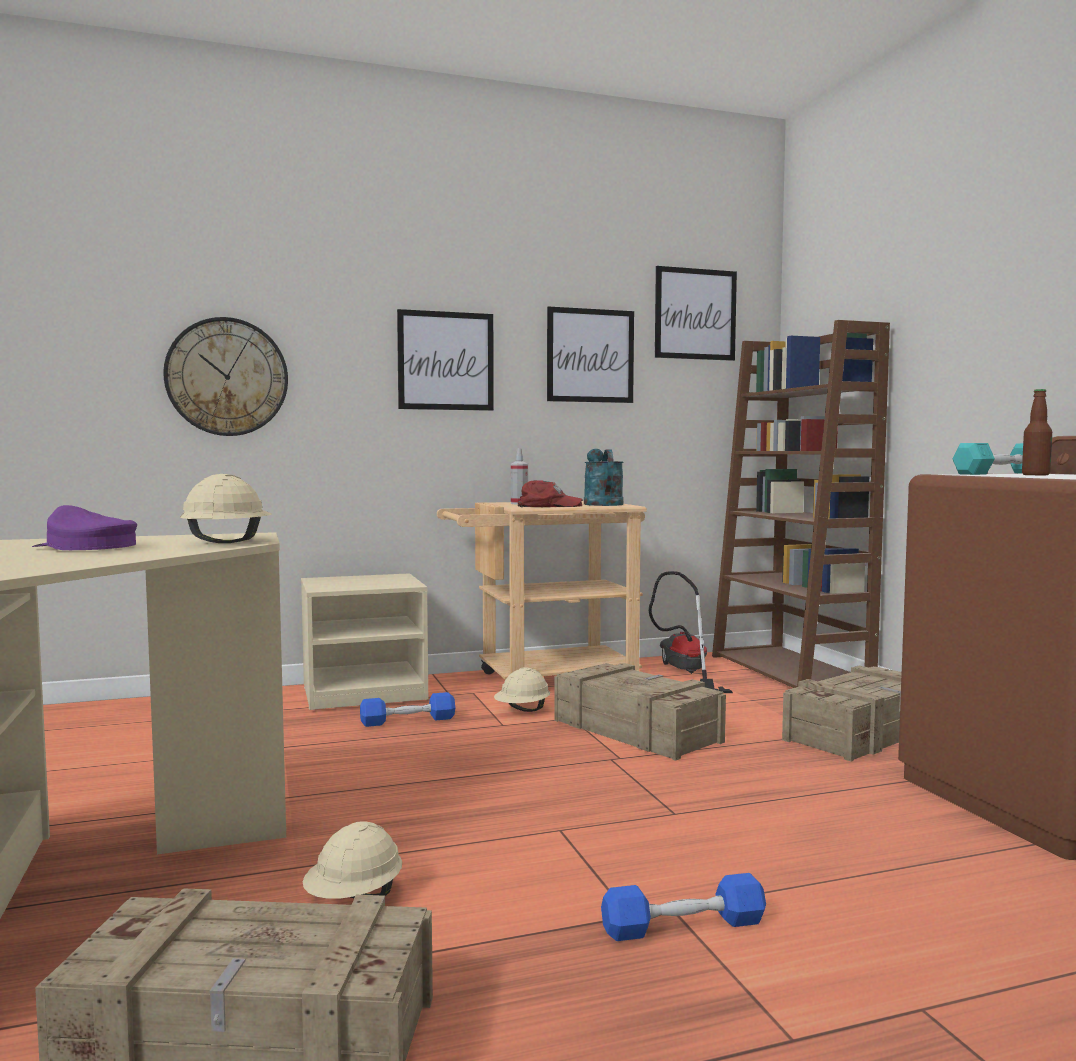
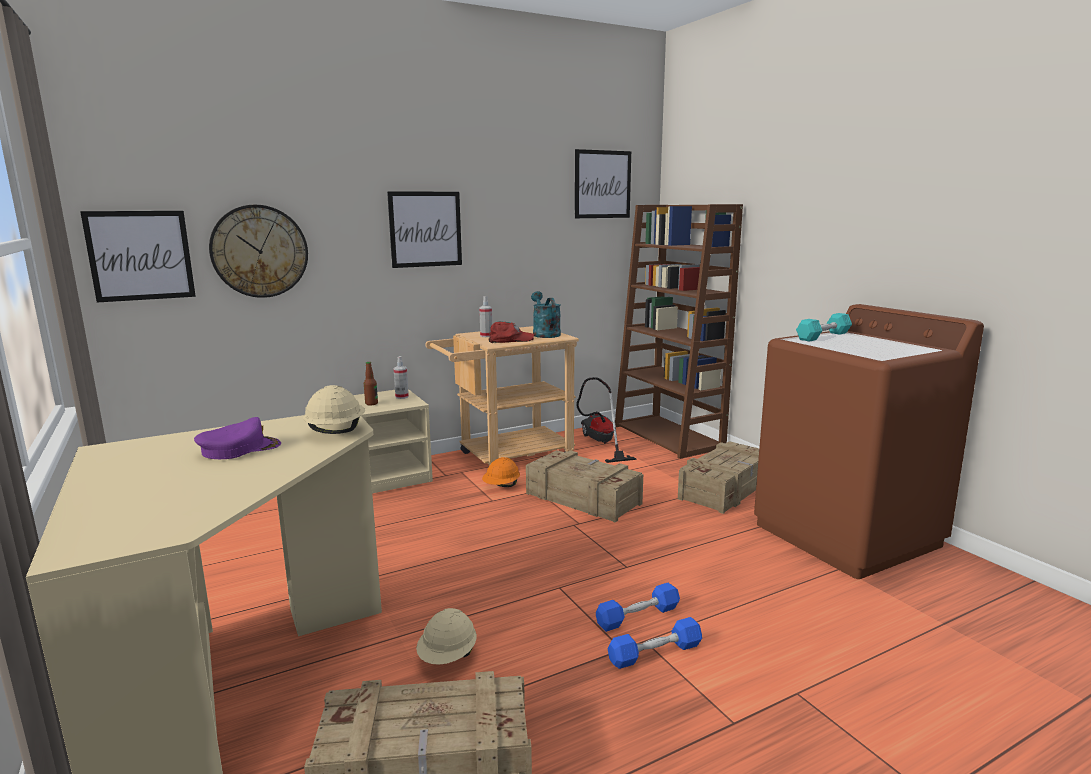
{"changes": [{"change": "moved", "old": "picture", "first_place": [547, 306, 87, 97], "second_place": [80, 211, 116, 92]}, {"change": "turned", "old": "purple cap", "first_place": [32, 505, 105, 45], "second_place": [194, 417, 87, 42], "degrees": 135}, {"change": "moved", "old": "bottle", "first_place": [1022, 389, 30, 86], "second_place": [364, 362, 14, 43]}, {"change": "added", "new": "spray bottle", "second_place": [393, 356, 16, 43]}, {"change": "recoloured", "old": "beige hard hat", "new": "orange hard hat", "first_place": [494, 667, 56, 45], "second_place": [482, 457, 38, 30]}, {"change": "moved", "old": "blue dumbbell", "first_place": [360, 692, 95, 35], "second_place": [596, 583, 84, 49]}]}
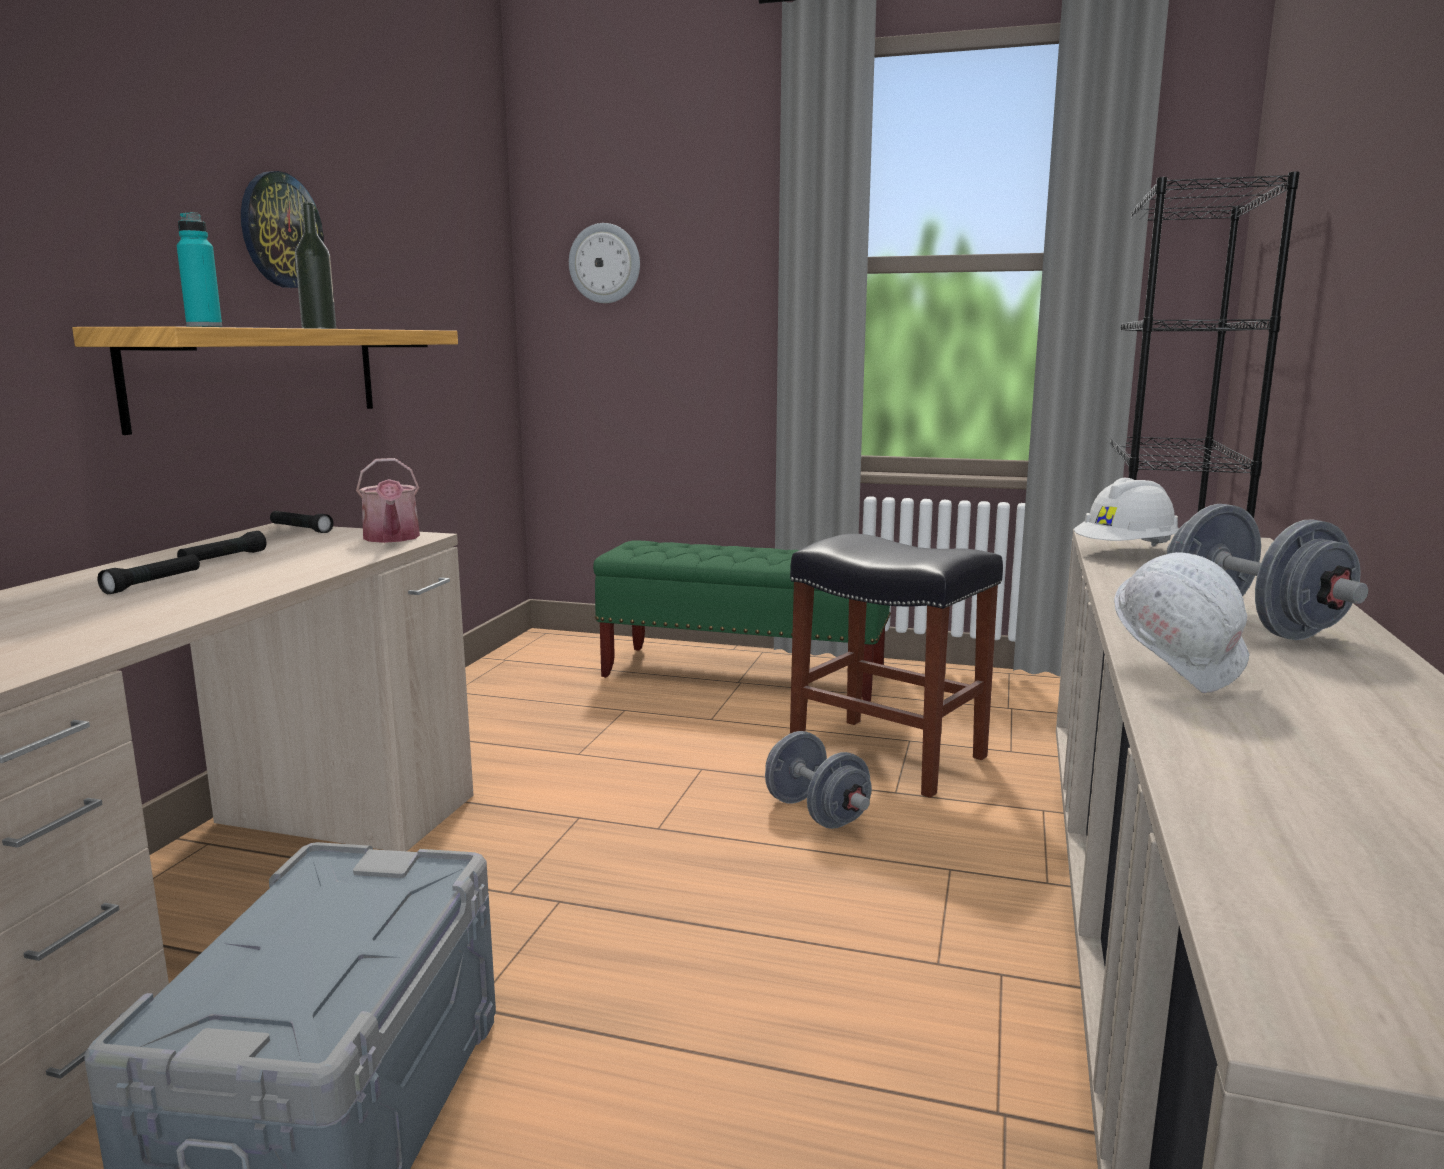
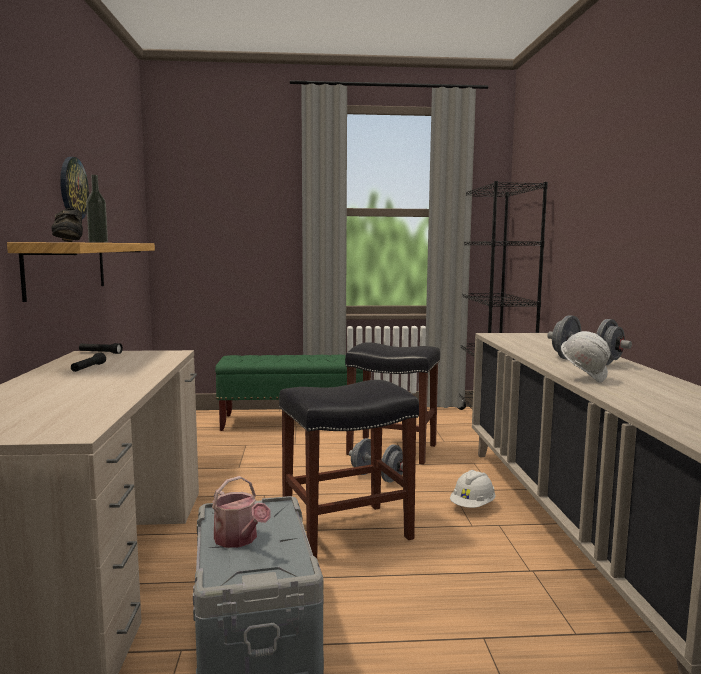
{"changes": [{"change": "replaced", "old": "turquoise bottle", "new": "black shoe", "first_place": [177, 212, 45, 115], "second_place": [51, 208, 32, 34]}, {"change": "moved", "old": "watering can", "first_place": [356, 458, 64, 85], "second_place": [212, 476, 58, 72]}, {"change": "added", "new": "black stool", "second_place": [279, 380, 140, 178]}, {"change": "moved", "old": "white hard hat", "first_place": [1074, 478, 105, 69], "second_place": [450, 470, 46, 38]}, {"change": "removed", "old": "black flashlight", "first_place": [98, 554, 102, 40]}, {"change": "removed", "old": "wall clock", "first_place": [569, 223, 71, 80]}]}
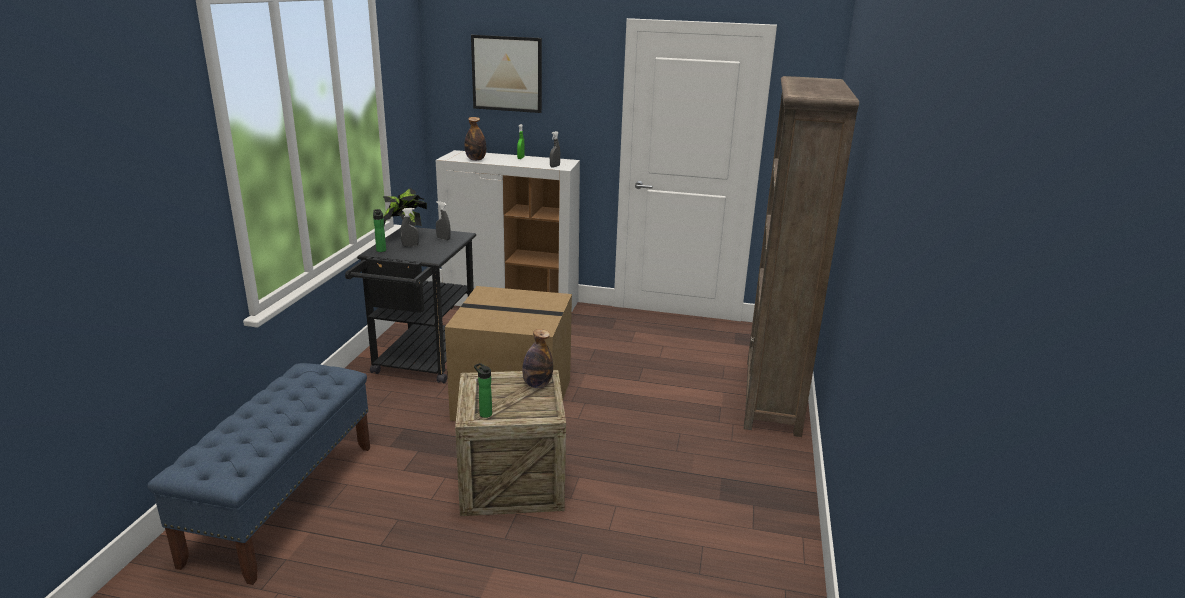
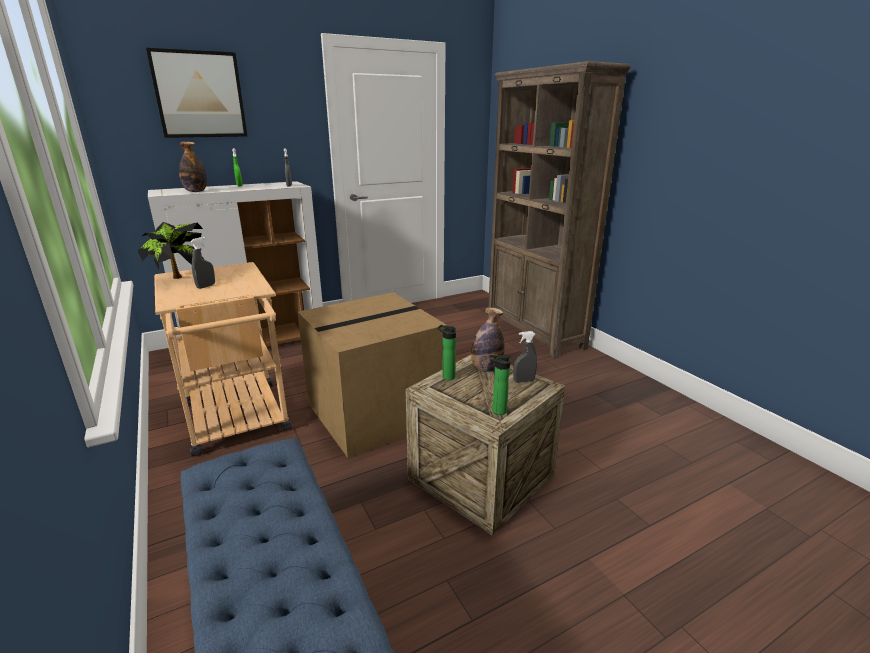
{"changes": [{"change": "recoloured", "old": "black cart", "new": "beige cart", "first_place": [345, 227, 131, 156], "second_place": [154, 262, 138, 194]}, {"change": "moved", "old": "bottle", "first_place": [373, 209, 13, 43], "second_place": [437, 325, 19, 55]}, {"change": "moved", "old": "grey spray bottle", "first_place": [436, 201, 15, 39], "second_place": [513, 331, 24, 52]}]}
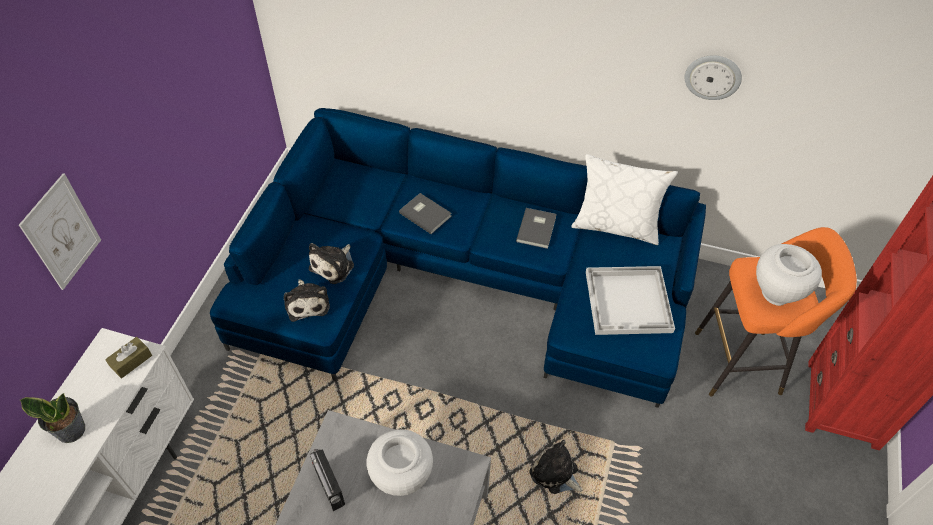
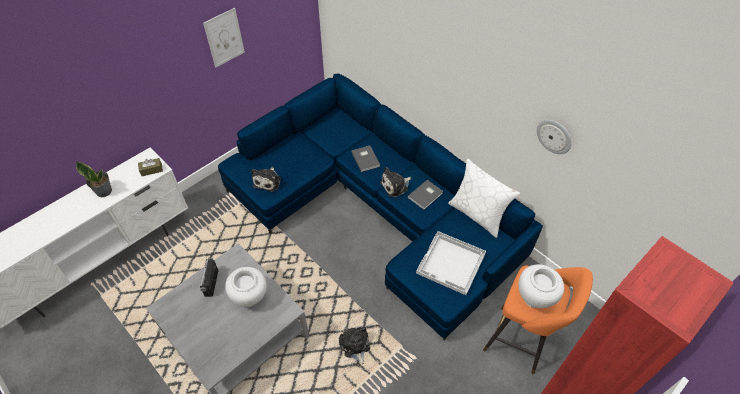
{"changes": [{"change": "moved", "old": "picture", "first_place": [19, 173, 82, 117], "second_place": [203, 8, 42, 59]}, {"change": "moved", "old": "plush toy", "first_place": [309, 243, 45, 41], "second_place": [380, 167, 31, 30]}]}
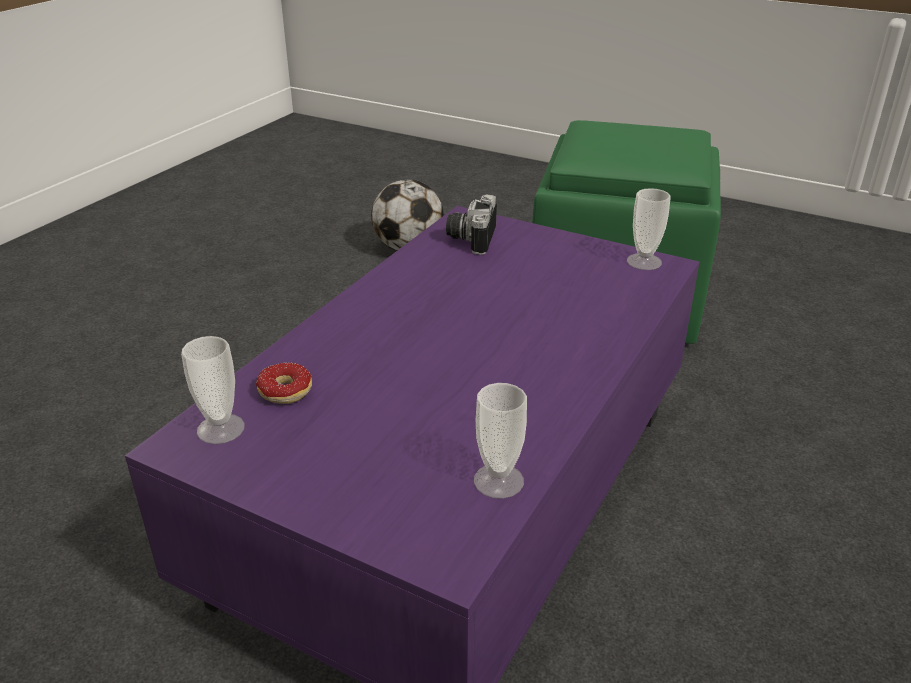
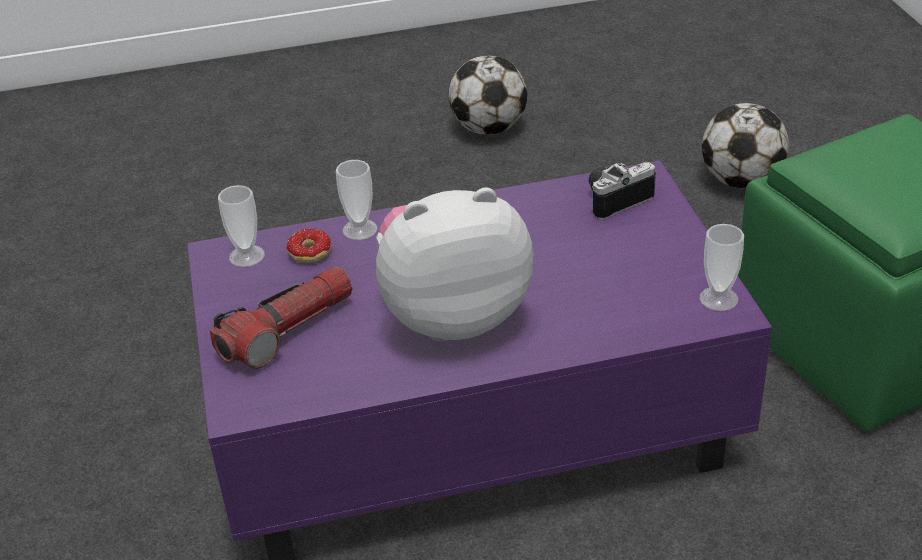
{"changes": [{"change": "added", "new": "flashlight", "second_place": [210, 266, 142, 103]}, {"change": "moved", "old": "cup", "first_place": [474, 383, 53, 116], "second_place": [336, 160, 42, 80]}, {"change": "added", "new": "plush toy", "second_place": [376, 187, 157, 154]}, {"change": "added", "new": "football", "second_place": [448, 56, 80, 79]}]}
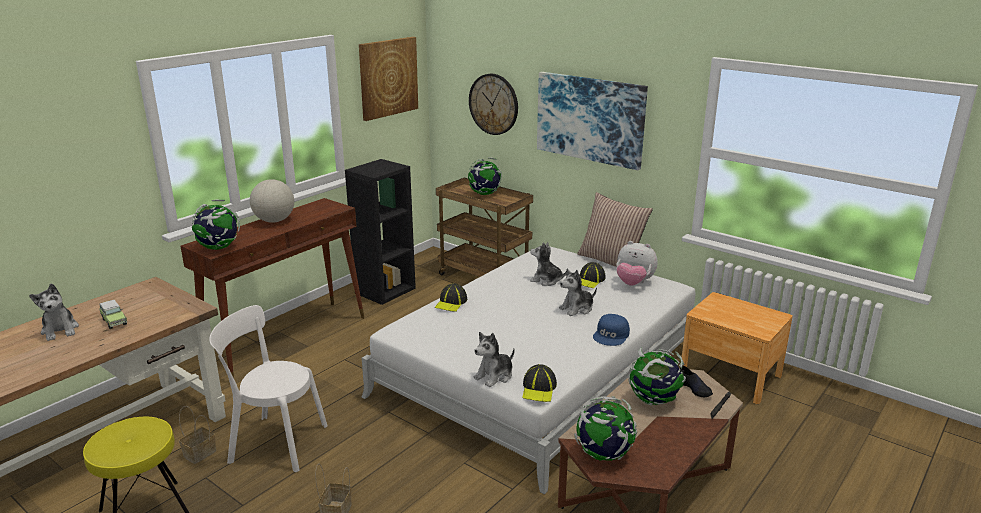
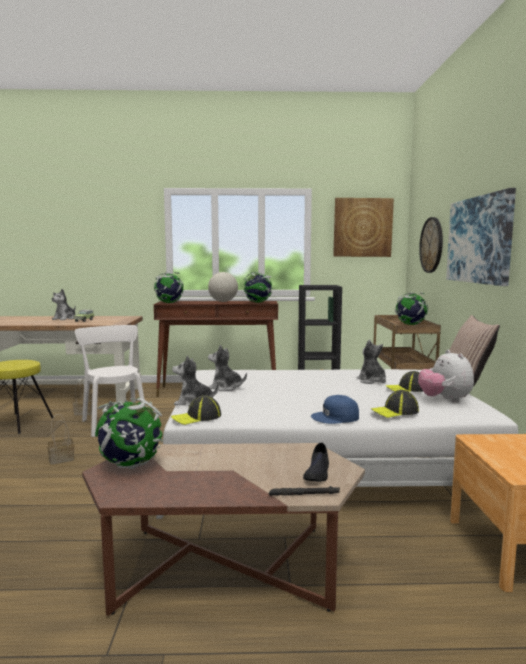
{"changes": [{"change": "moved", "old": "plush toy", "first_place": [559, 269, 38, 47], "second_place": [208, 345, 39, 46]}, {"change": "moved", "old": "globe", "first_place": [629, 348, 57, 57], "second_place": [244, 272, 29, 31]}, {"change": "moved", "old": "cap", "first_place": [435, 283, 32, 29], "second_place": [371, 390, 48, 28]}]}
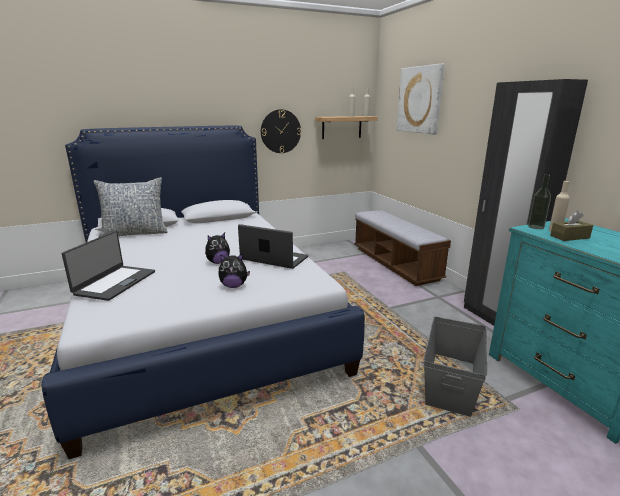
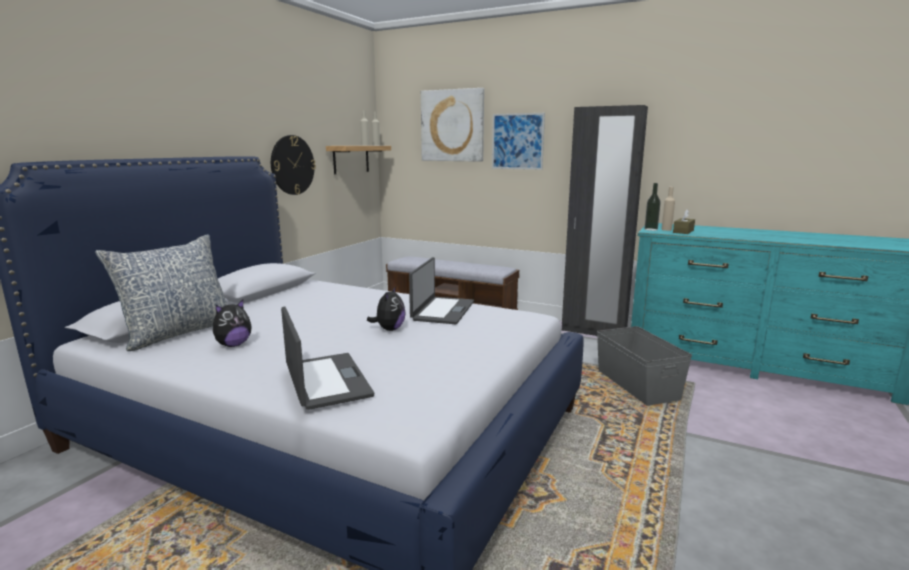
{"changes": [{"change": "moved", "old": "plush toy", "first_place": [218, 254, 32, 34], "second_place": [213, 299, 39, 48]}, {"change": "turned", "old": "laptop", "first_place": [238, 224, 70, 45], "second_place": [409, 257, 65, 67], "degrees": 120}, {"change": "added", "new": "picture", "second_place": [492, 113, 53, 57]}]}
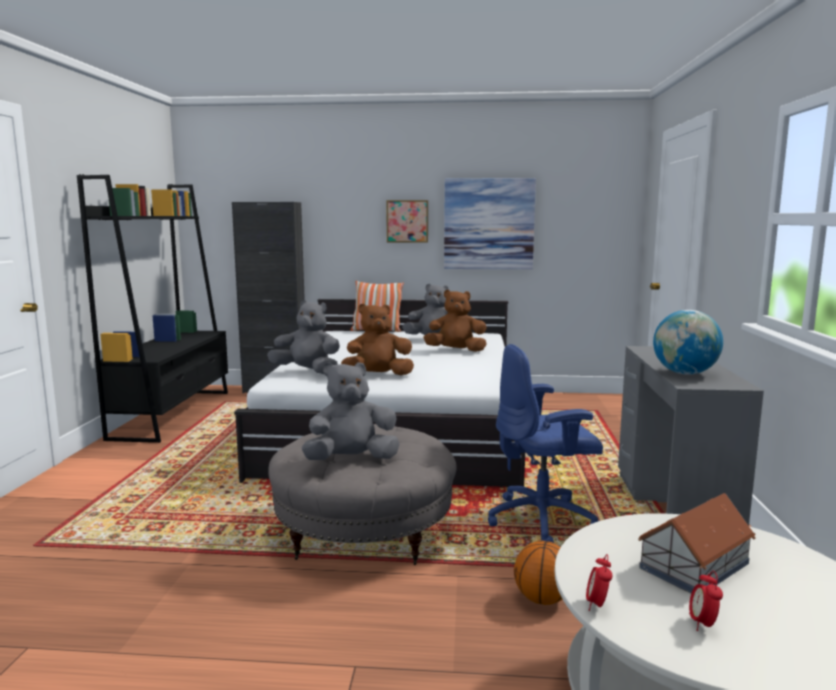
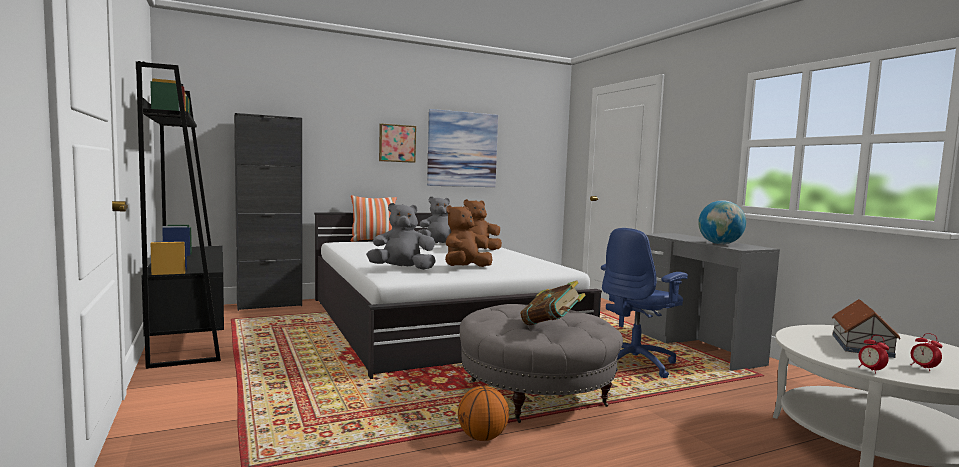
{"changes": [{"change": "moved", "old": "basketball", "first_place": [514, 541, 48, 64], "second_place": [458, 386, 51, 55]}, {"change": "replaced", "old": "grey plush toy", "new": "book", "first_place": [301, 362, 99, 98], "second_place": [520, 281, 66, 44]}]}
